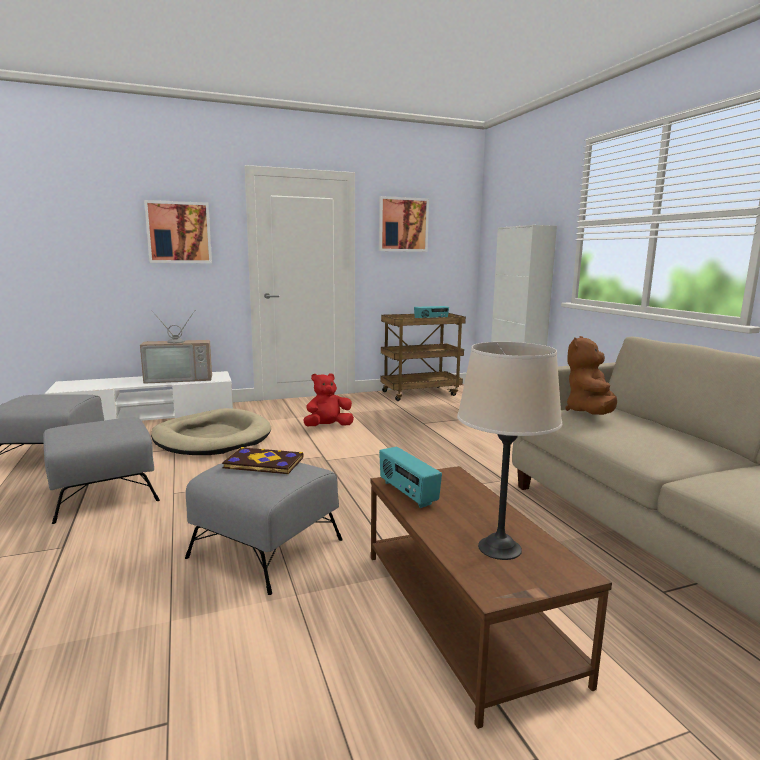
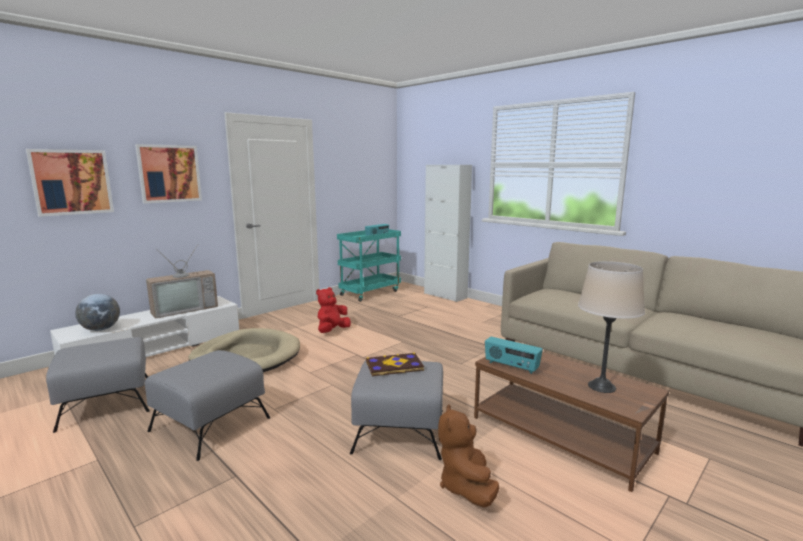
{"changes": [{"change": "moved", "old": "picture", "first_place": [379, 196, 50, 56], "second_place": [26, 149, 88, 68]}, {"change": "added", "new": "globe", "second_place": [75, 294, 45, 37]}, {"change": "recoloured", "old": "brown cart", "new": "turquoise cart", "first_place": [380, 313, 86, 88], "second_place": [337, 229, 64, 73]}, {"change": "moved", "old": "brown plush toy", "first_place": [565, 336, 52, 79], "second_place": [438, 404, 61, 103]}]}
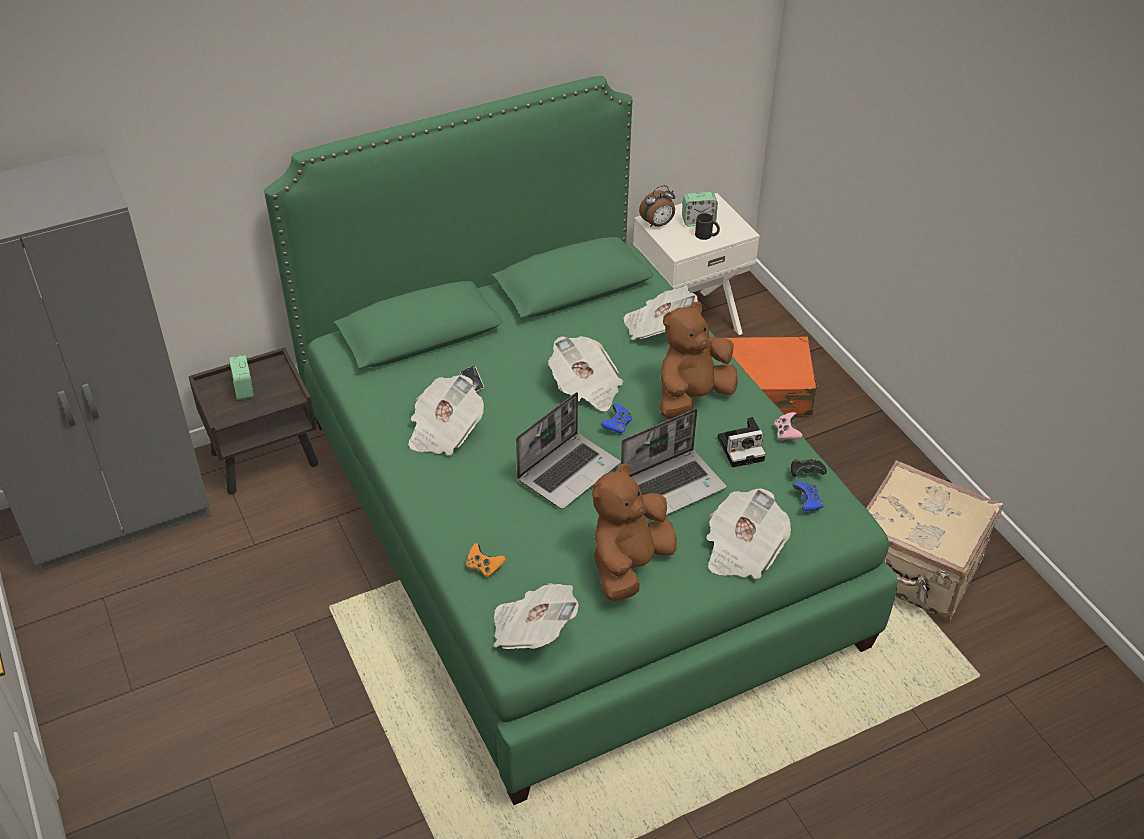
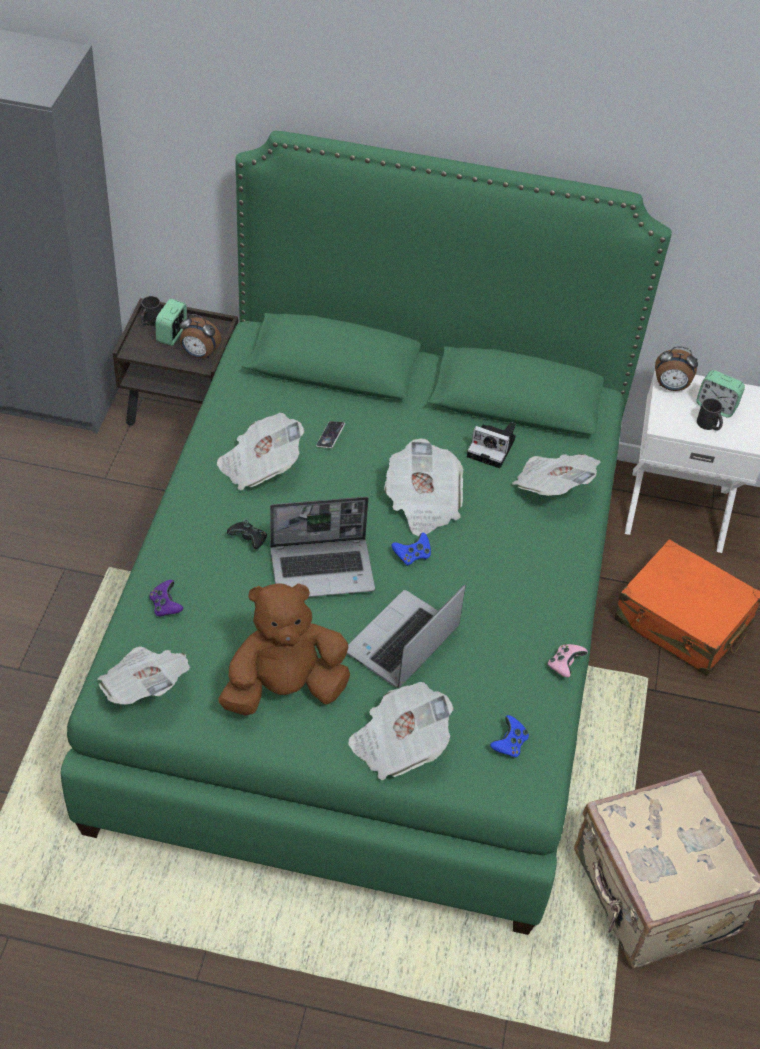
{"changes": [{"change": "added", "new": "black mug", "second_place": [141, 296, 20, 30]}, {"change": "recoloured", "old": "orange game controller", "new": "purple game controller", "first_place": [466, 543, 40, 34], "second_place": [149, 580, 34, 37]}, {"change": "added", "new": "alarm clock", "second_place": [180, 314, 41, 45]}, {"change": "moved", "old": "black game controller", "first_place": [791, 459, 36, 17], "second_place": [227, 520, 40, 29]}, {"change": "turned", "old": "laptop", "first_place": [621, 409, 106, 106], "second_place": [347, 585, 119, 103], "degrees": 120}, {"change": "moved", "old": "photo camera", "first_place": [718, 417, 48, 50], "second_place": [467, 422, 49, 46]}, {"change": "removed", "old": "brown plush toy", "first_place": [660, 302, 78, 118]}]}
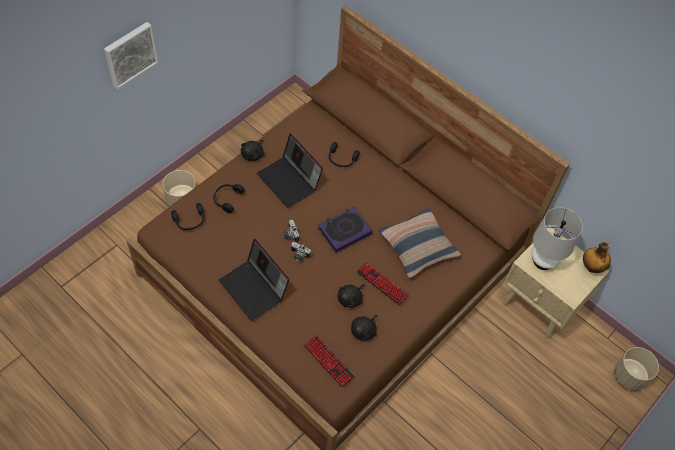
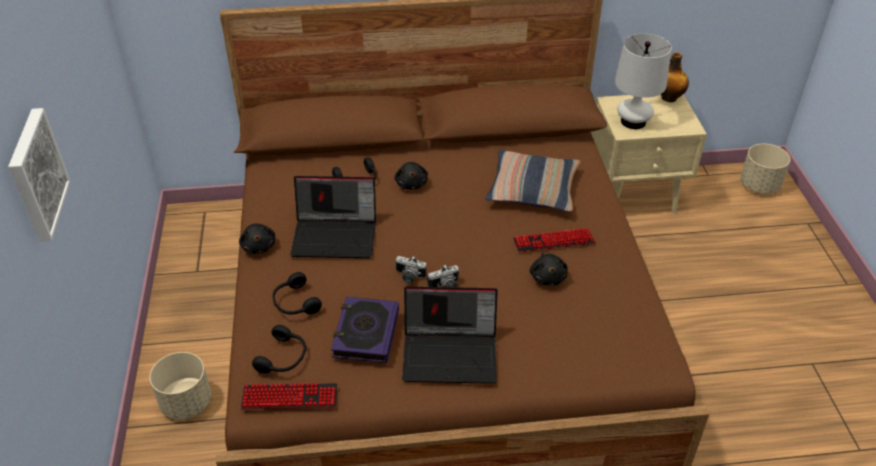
{"changes": [{"change": "moved", "old": "keyboard", "first_place": [303, 335, 52, 53], "second_place": [240, 383, 97, 26]}, {"change": "moved", "old": "book", "first_place": [318, 207, 54, 46], "second_place": [331, 297, 68, 66]}, {"change": "moved", "old": "black plush toy", "first_place": [351, 315, 27, 25], "second_place": [394, 162, 34, 28]}]}
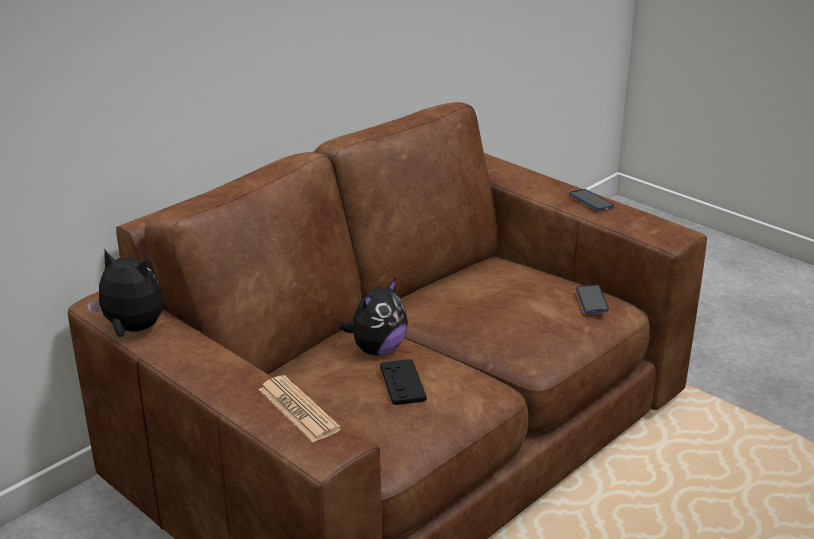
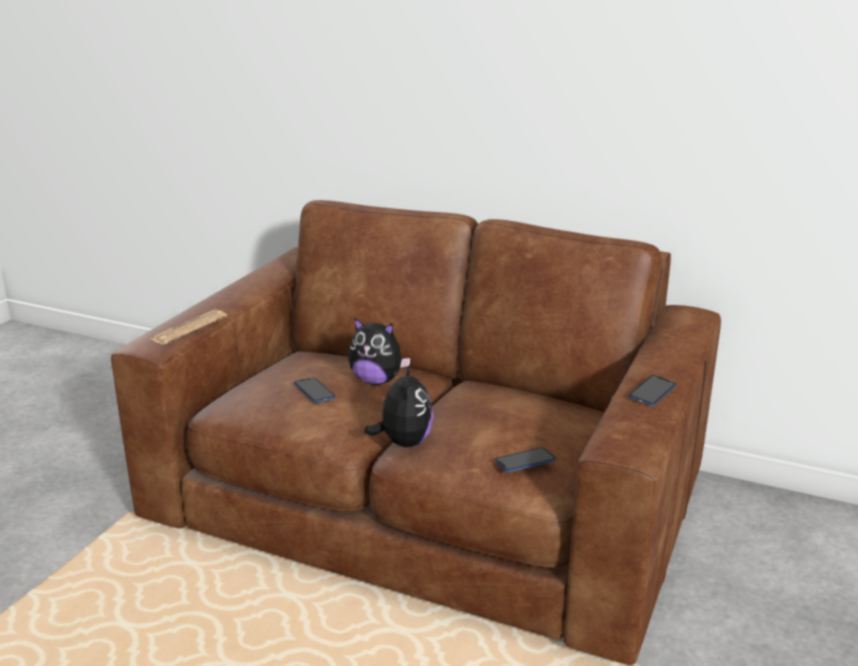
{"changes": [{"change": "replaced", "old": "black game controller", "new": "phone", "first_place": [380, 359, 47, 46], "second_place": [294, 377, 41, 26]}, {"change": "moved", "old": "plush toy", "first_place": [87, 250, 76, 87], "second_place": [364, 363, 70, 84]}]}
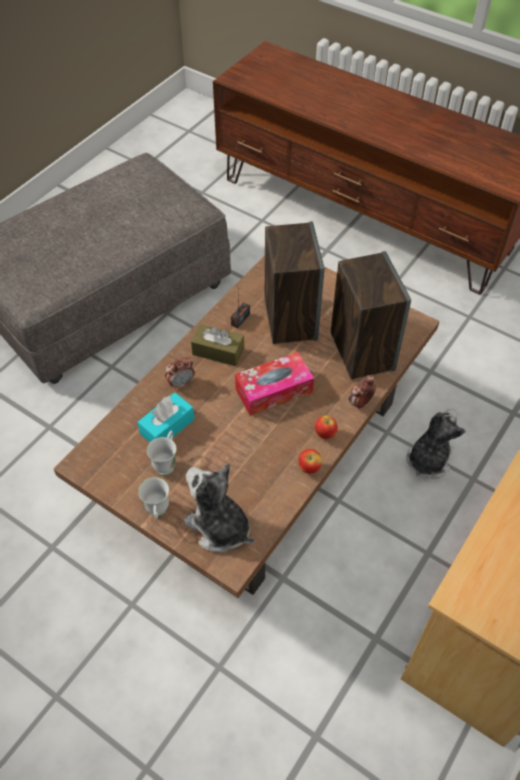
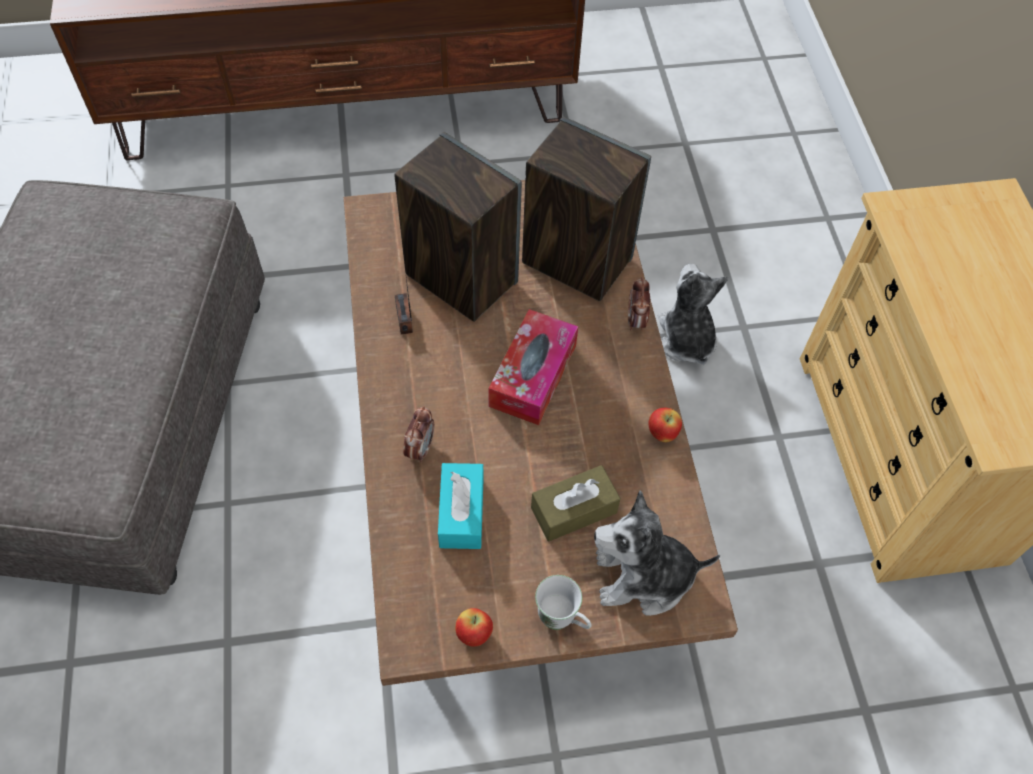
{"changes": [{"change": "moved", "old": "apple", "first_place": [315, 416, 23, 23], "second_place": [455, 608, 38, 39]}, {"change": "moved", "old": "brown tissue box", "first_place": [191, 324, 53, 42], "second_place": [531, 465, 90, 77]}, {"change": "removed", "old": "white mug", "first_place": [147, 431, 29, 44]}]}
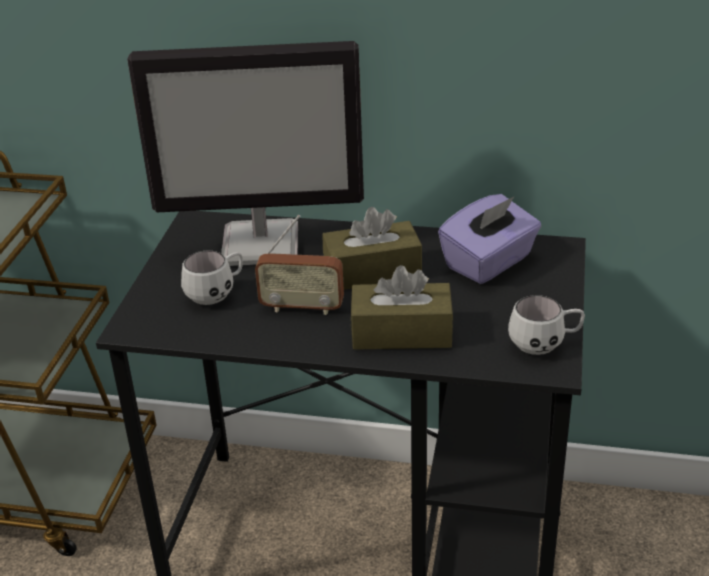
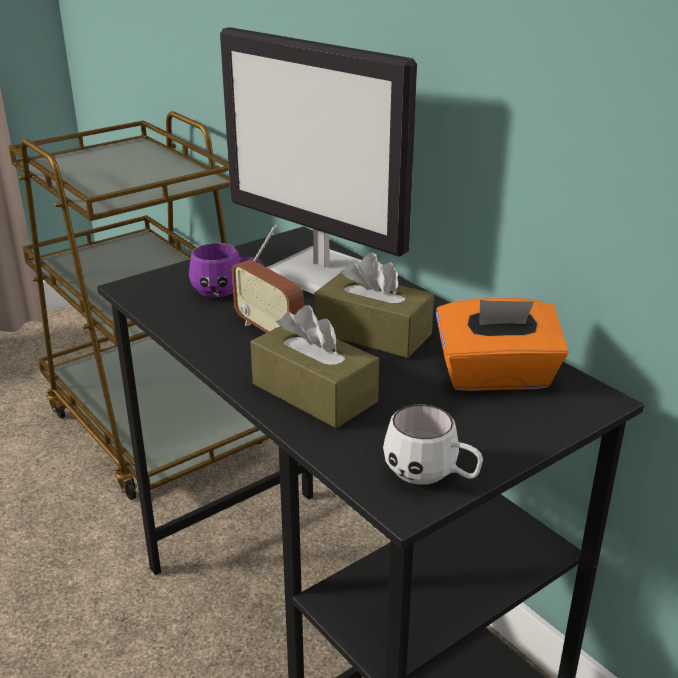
{"changes": [{"change": "recoloured", "old": "white mug", "new": "purple mug", "first_place": [181, 250, 62, 55], "second_place": [189, 243, 74, 54]}, {"change": "recoloured", "old": "purple tissue box", "new": "orange tissue box", "first_place": [438, 194, 103, 90], "second_place": [436, 297, 133, 94]}]}
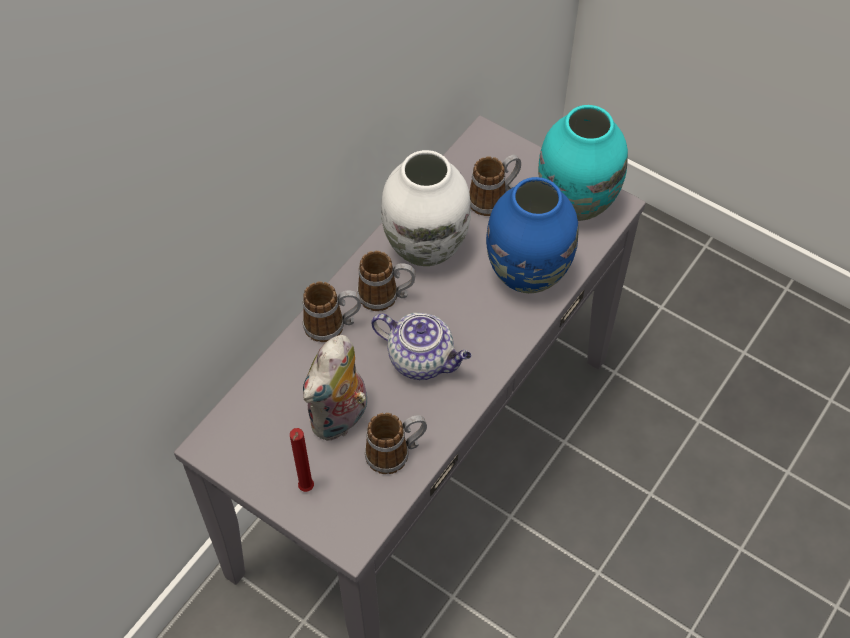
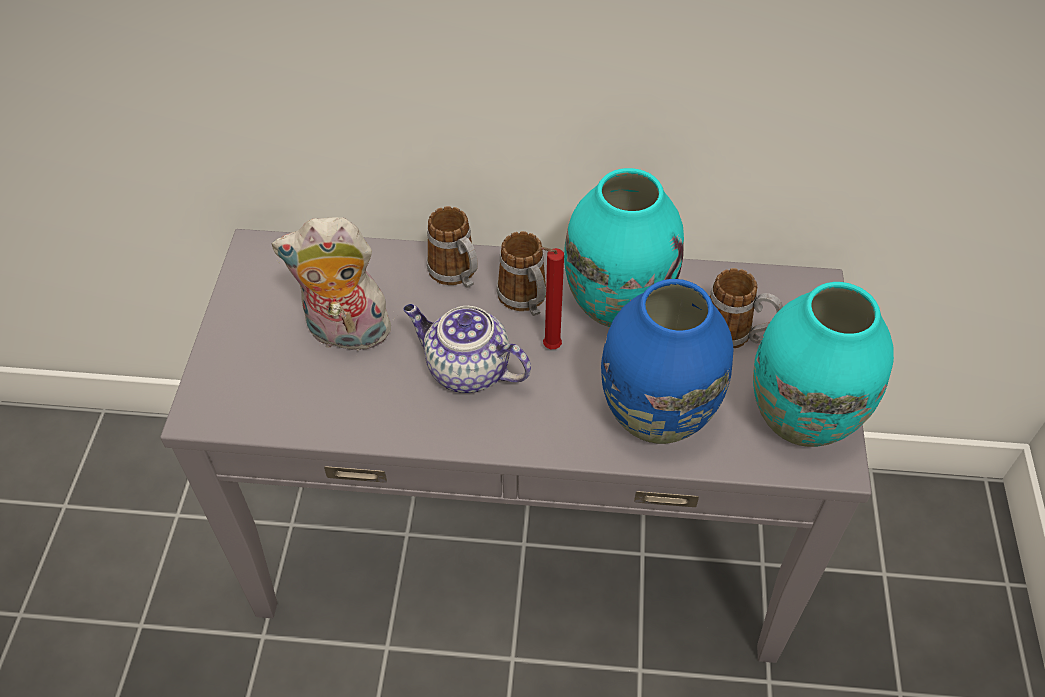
{"changes": [{"change": "turned", "old": "teapot", "first_place": [371, 313, 100, 67], "second_place": [403, 304, 128, 89], "degrees": 120}, {"change": "moved", "old": "red candle", "first_place": [290, 428, 24, 64], "second_place": [540, 247, 24, 102]}, {"change": "recoloured", "old": "white vase", "new": "turquoise vase", "first_place": [381, 150, 90, 116], "second_place": [564, 168, 120, 159]}, {"change": "removed", "old": "mug", "first_place": [365, 413, 62, 61]}]}
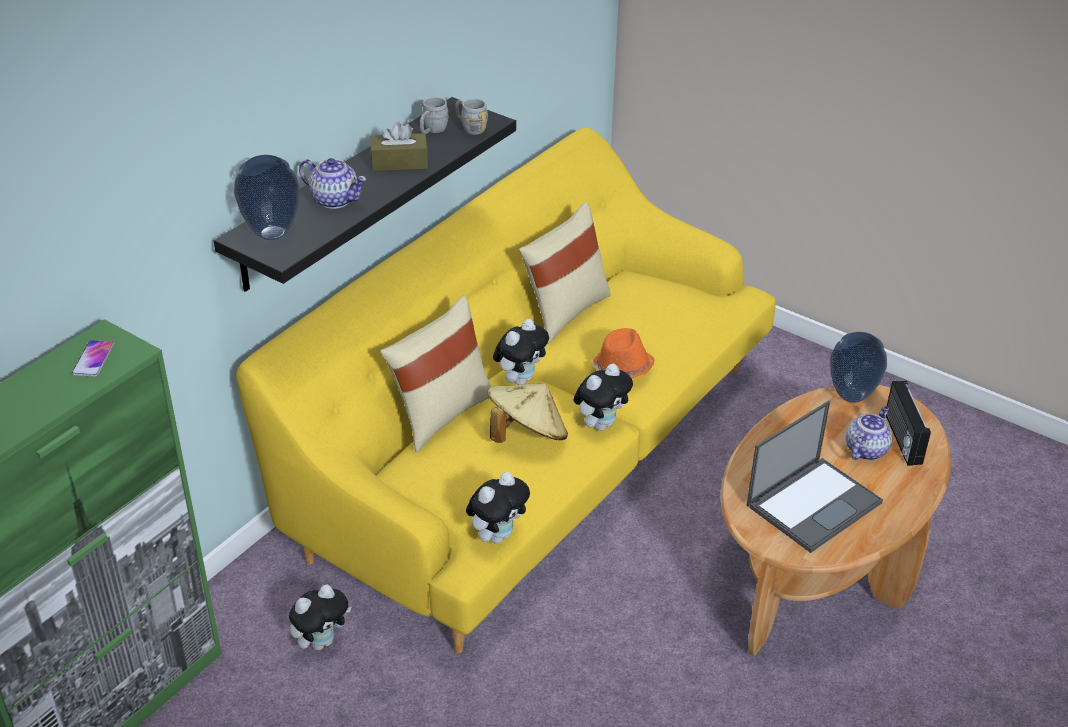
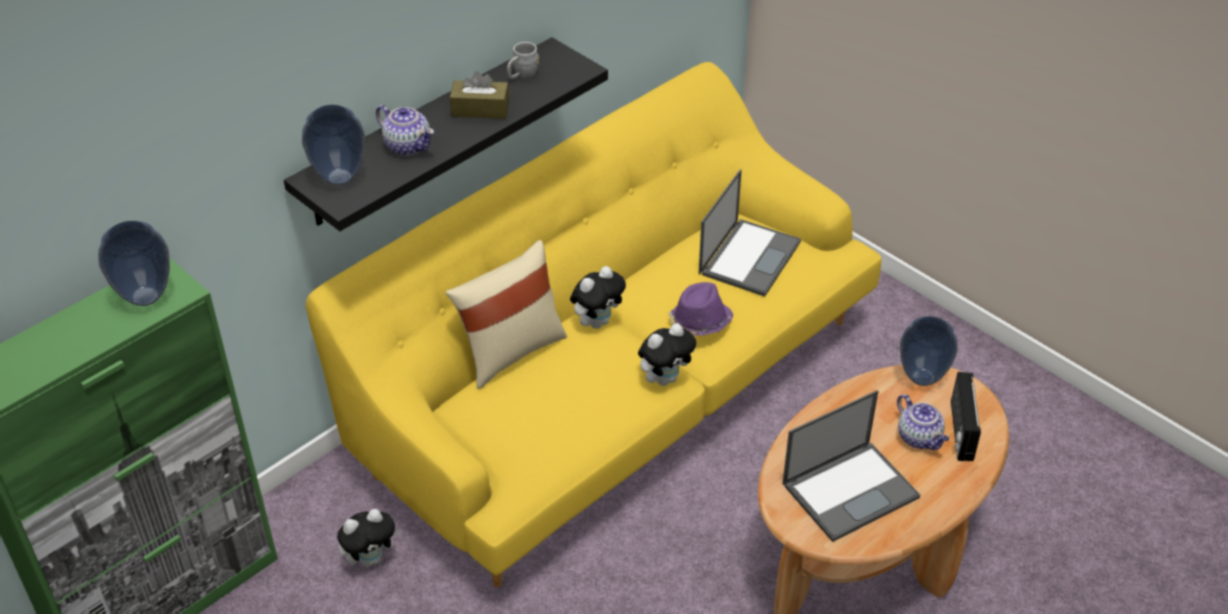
{"changes": [{"change": "replaced", "old": "phone", "new": "vase", "first_place": [72, 340, 42, 37], "second_place": [98, 221, 72, 85]}, {"change": "recoloured", "old": "orange hat", "new": "purple hat", "first_place": [591, 328, 64, 50], "second_place": [668, 282, 65, 54]}, {"change": "added", "new": "laptop", "second_place": [699, 169, 102, 128]}, {"change": "turned", "old": "teapot", "first_place": [846, 406, 46, 54], "second_place": [897, 394, 52, 56], "degrees": 105}, {"change": "removed", "old": "grey mug", "first_place": [455, 99, 33, 36]}, {"change": "removed", "old": "plush toy", "first_place": [466, 472, 64, 72]}, {"change": "removed", "old": "beige hat", "first_place": [487, 383, 81, 60]}, {"change": "removed", "old": "beige pillow", "first_place": [519, 202, 92, 142]}]}
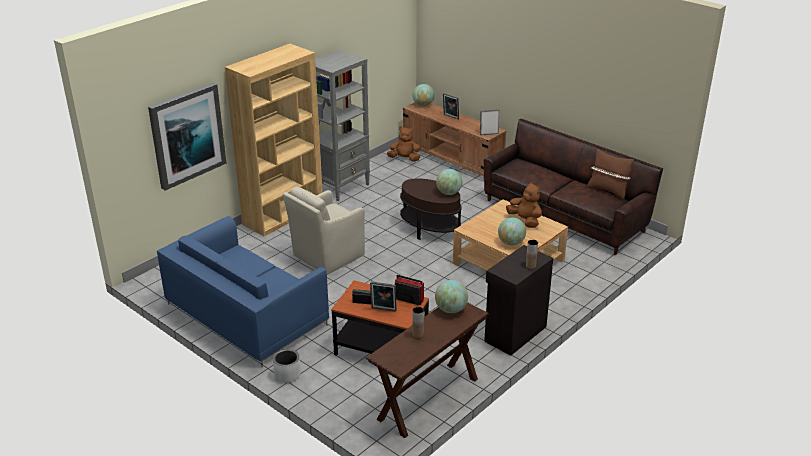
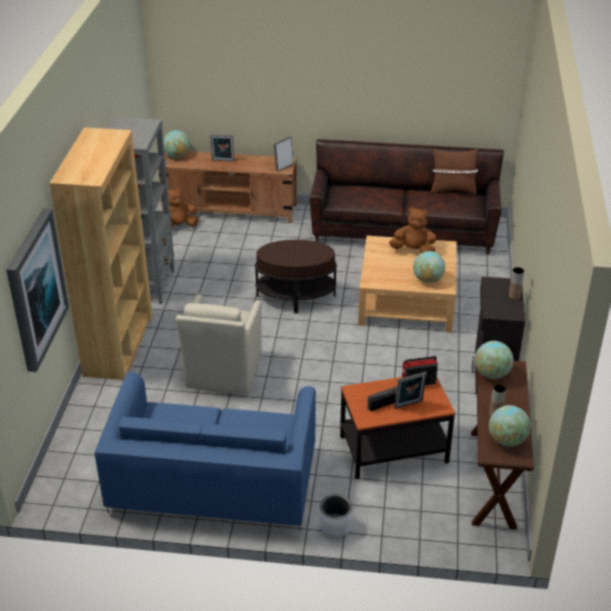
{"changes": [{"change": "moved", "old": "globe", "first_place": [436, 169, 26, 26], "second_place": [489, 405, 42, 42]}]}
